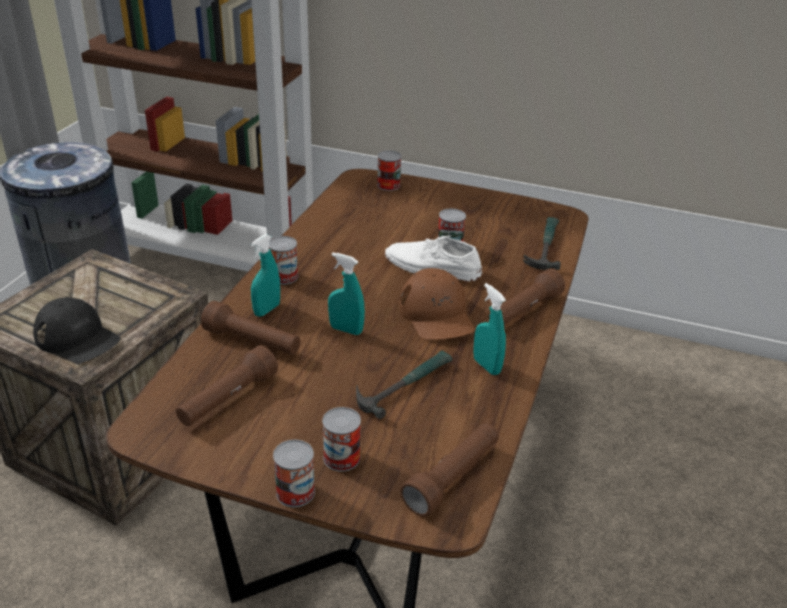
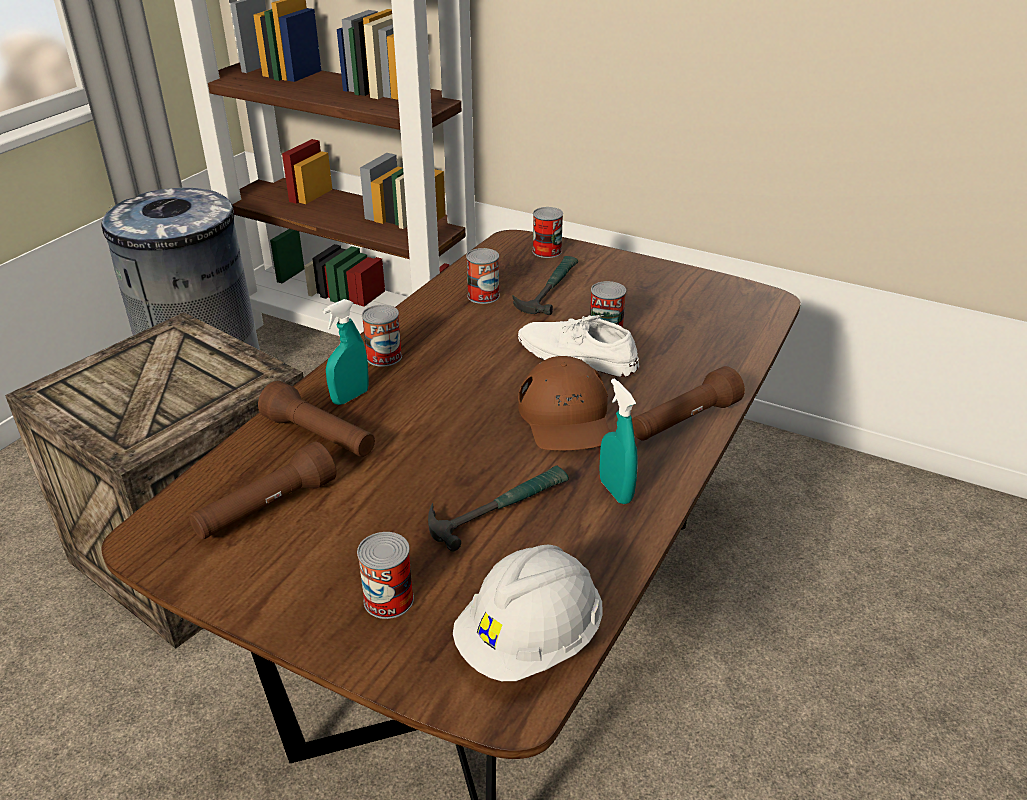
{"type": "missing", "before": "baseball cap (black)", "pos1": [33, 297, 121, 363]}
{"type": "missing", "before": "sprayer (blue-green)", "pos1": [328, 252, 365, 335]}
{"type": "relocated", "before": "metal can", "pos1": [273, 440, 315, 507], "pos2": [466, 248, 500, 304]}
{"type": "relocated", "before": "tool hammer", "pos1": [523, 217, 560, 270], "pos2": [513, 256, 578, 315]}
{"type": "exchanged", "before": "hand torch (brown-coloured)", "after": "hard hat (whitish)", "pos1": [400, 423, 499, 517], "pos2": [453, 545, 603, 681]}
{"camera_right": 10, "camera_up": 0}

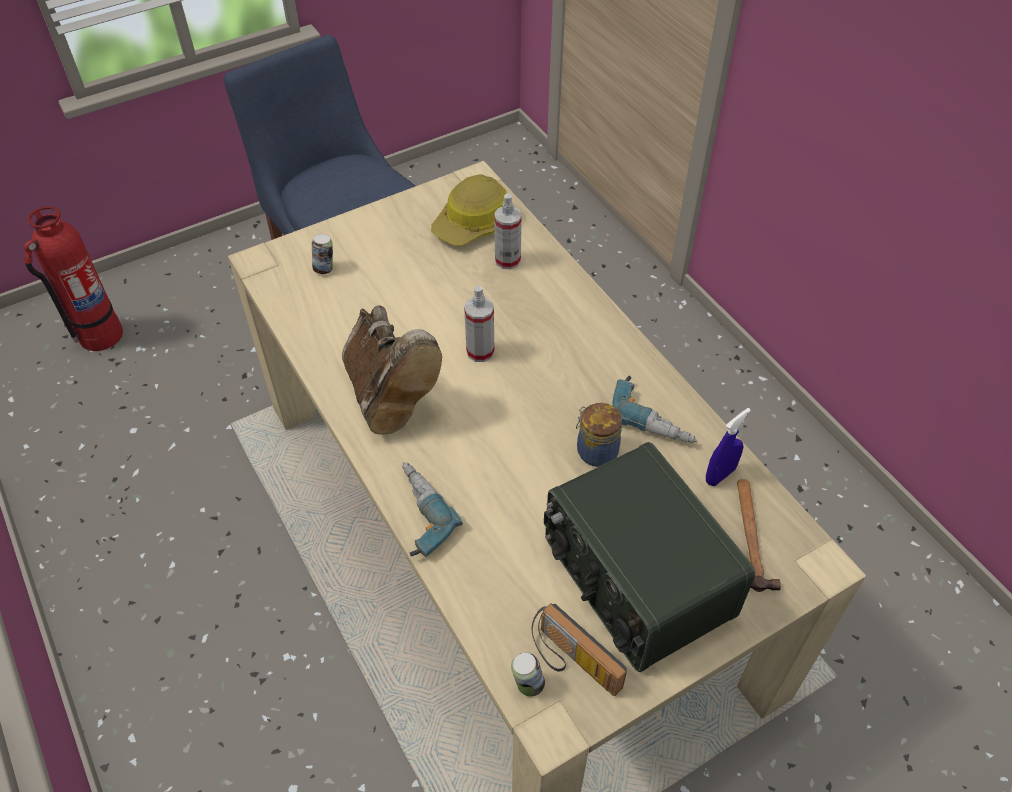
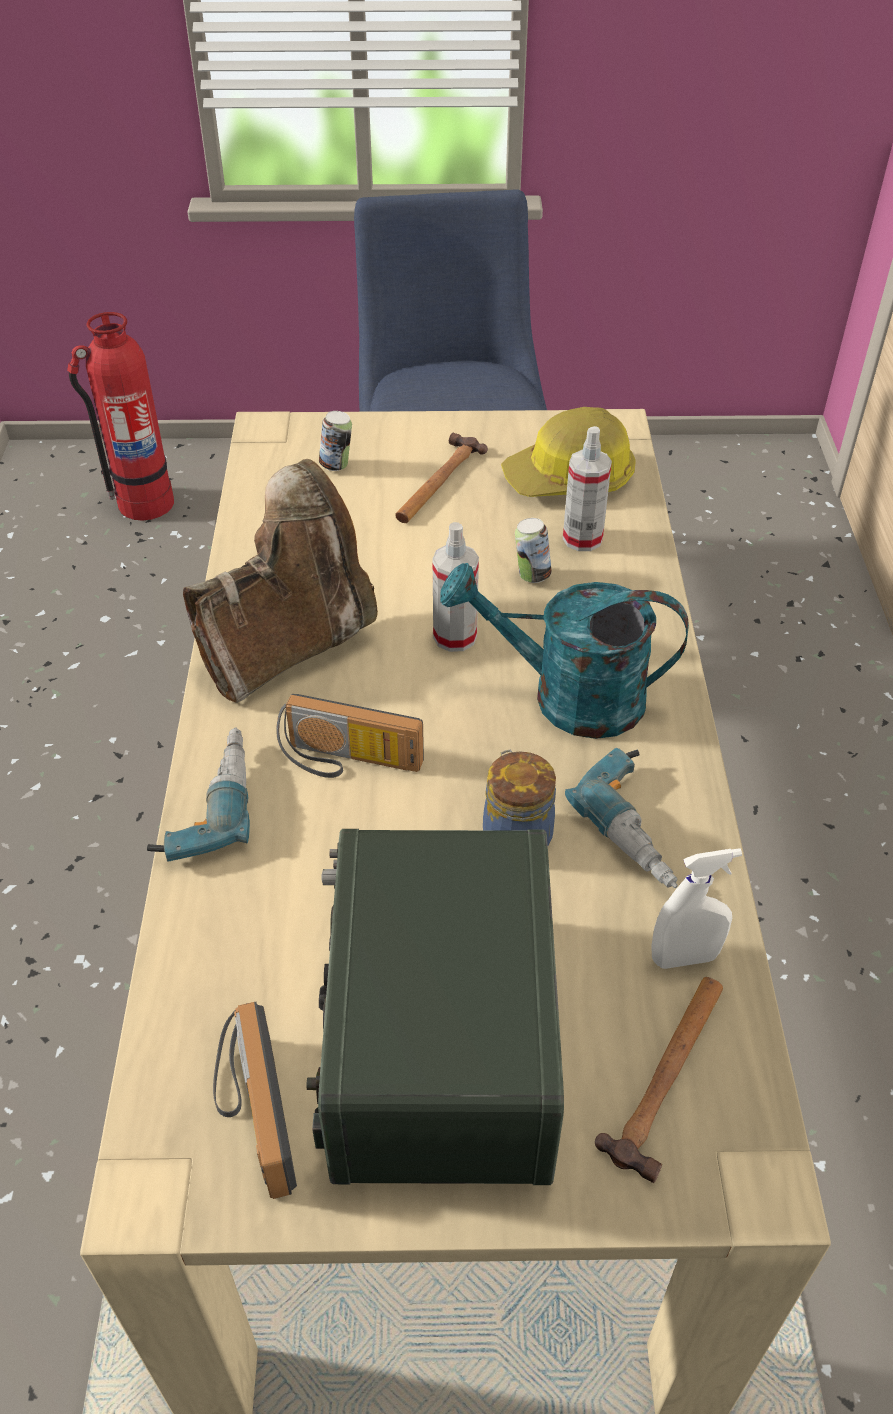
{"type": "appeared", "after": "radio set", "pos2": [276, 694, 424, 778]}
{"type": "appeared", "after": "tool hammer", "pos2": [395, 432, 488, 523]}
{"type": "appeared", "after": "watering pot (blue-green)", "pos2": [440, 563, 689, 739]}
{"type": "relocated", "before": "metal can", "pos1": [511, 652, 545, 697], "pos2": [515, 518, 552, 583]}
{"type": "colour", "before": "sprayer (blue)", "after": "sprayer (whitish)", "pos1": [706, 408, 751, 486], "pos2": [651, 848, 742, 969]}
{"type": "spun", "before": "tall boot (brown-coloured)", "pos1": [342, 305, 442, 435], "pos2": [183, 459, 378, 703], "turn": -135}
{"camera_right": 30, "camera_up": -5}

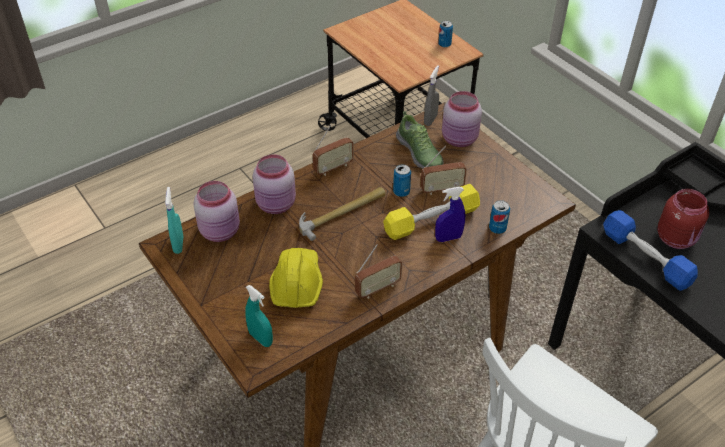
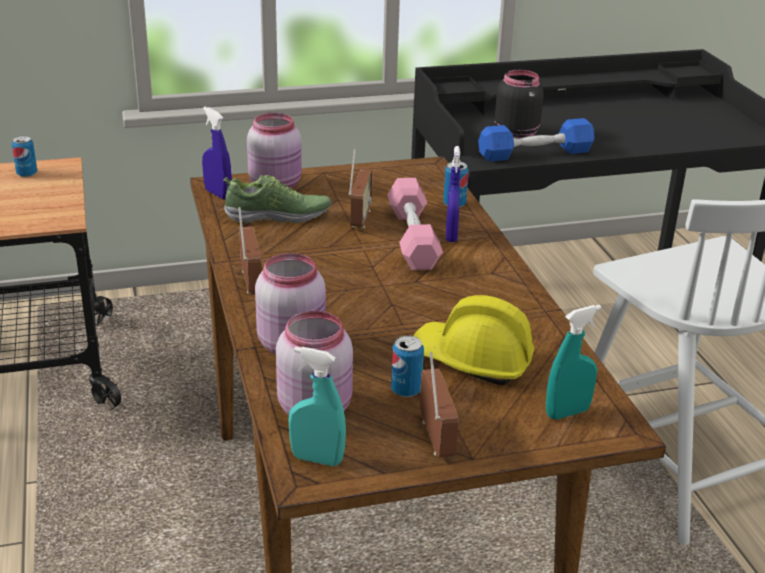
{"type": "missing", "before": "tool hammer", "pos1": [299, 187, 386, 241]}
{"type": "relocated", "before": "radio set", "pos1": [355, 244, 402, 298], "pos2": [420, 352, 458, 457]}
{"type": "relocated", "before": "metal can", "pos1": [393, 164, 411, 197], "pos2": [391, 335, 424, 397]}
{"type": "colour", "before": "dumbbell (yellow-coloured)", "after": "dumbbell (pinkish)", "pos1": [383, 184, 480, 240], "pos2": [387, 178, 443, 270]}
{"type": "colour", "before": "sprayer (gray)", "after": "sprayer (blue)", "pos1": [424, 65, 439, 126], "pos2": [202, 107, 232, 199]}
{"type": "colour", "before": "preserve jar (reddish)", "after": "preserve jar (black)", "pos1": [658, 189, 709, 249], "pos2": [495, 70, 544, 139]}
{"camera_right": -70, "camera_up": -15}

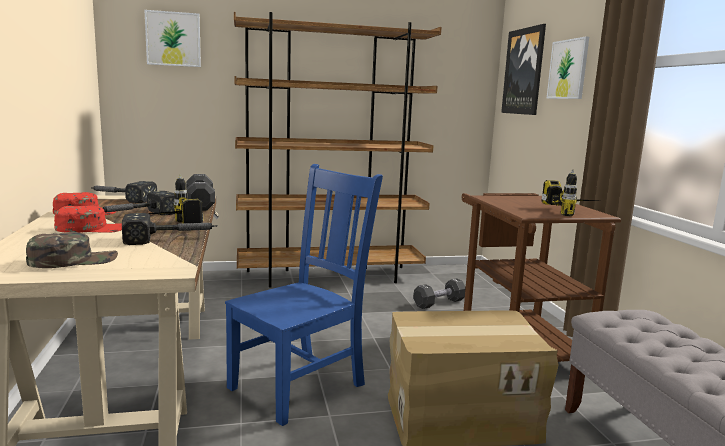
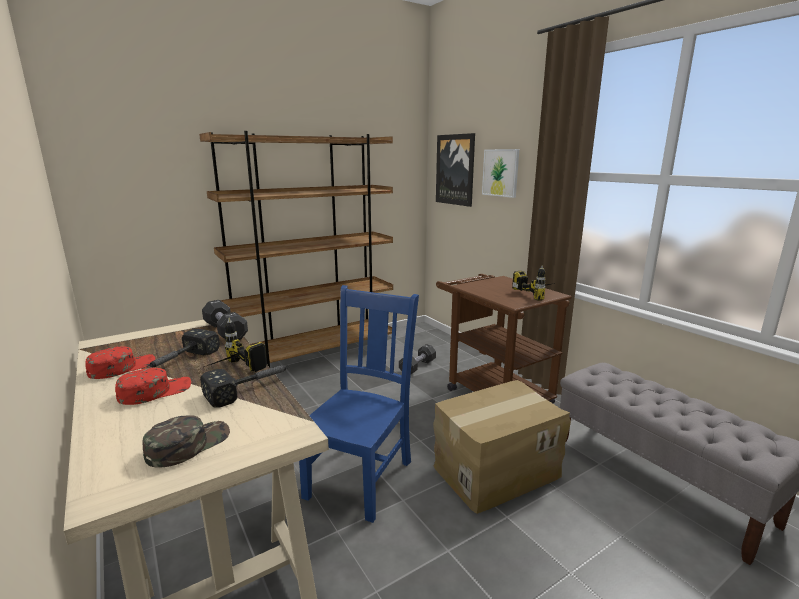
{"type": "missing", "before": "tool hammer", "pos1": [92, 181, 157, 203]}
{"type": "missing", "before": "picture", "pos1": [145, 10, 201, 67]}
{"camera_right": -20, "camera_up": 5}

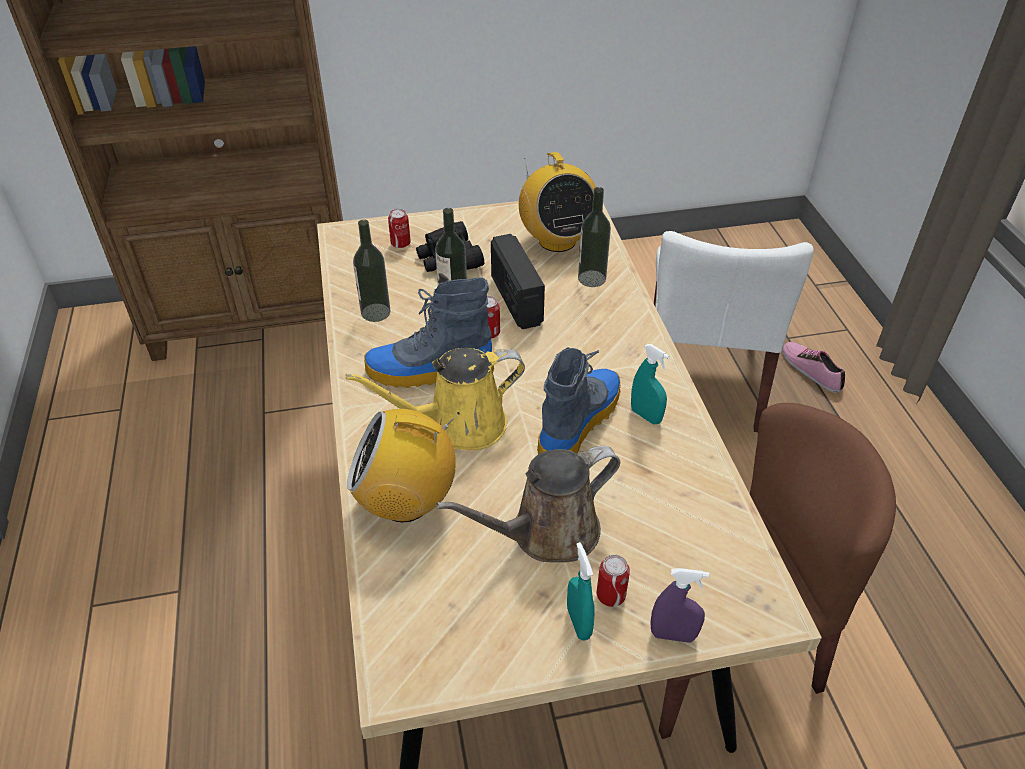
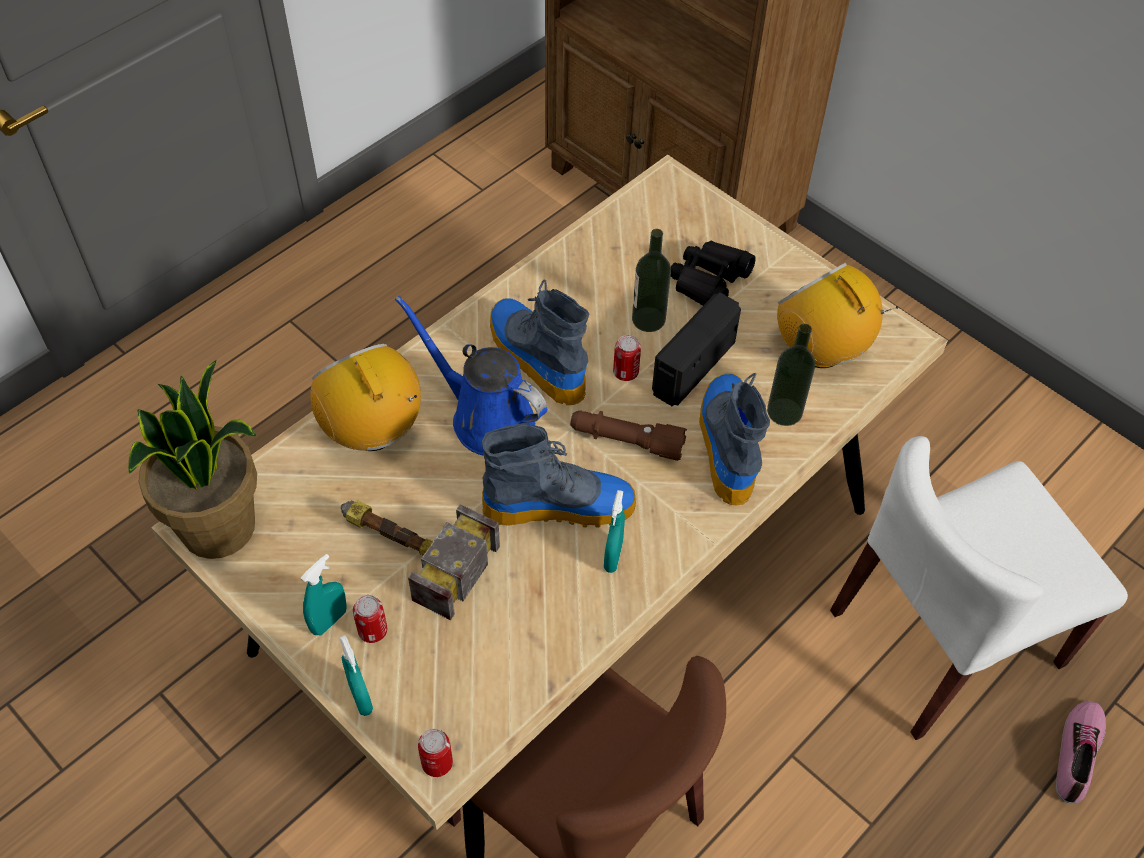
{"type": "missing", "before": "bottle", "pos1": [353, 220, 390, 322]}
{"type": "appeared", "after": "potted plant", "pos2": [129, 360, 257, 559]}
{"type": "appeared", "after": "hand torch (brown-coloured)", "pos2": [570, 411, 687, 461]}
{"type": "appeared", "after": "tall boot", "pos2": [699, 373, 770, 505]}
{"type": "relocated", "before": "metal can", "pos1": [388, 209, 411, 248], "pos2": [418, 729, 453, 777]}
{"type": "exchanged", "before": "watering pot (brown-coloured)", "after": "tool hammer", "pos1": [436, 446, 620, 563], "pos2": [341, 500, 500, 620]}
{"type": "colour", "before": "watering pot (yellow-coloured)", "after": "watering pot (blue)", "pos1": [345, 348, 525, 451], "pos2": [395, 296, 547, 456]}
{"type": "colour", "before": "sprayer (purple-coloured)", "after": "sprayer (blue-green)", "pos1": [650, 568, 709, 642], "pos2": [339, 635, 373, 716]}
{"type": "spun", "before": "radio set", "pos1": [519, 152, 596, 252], "pos2": [777, 263, 898, 368], "turn": 105}
{"camera_right": 55, "camera_up": 10}

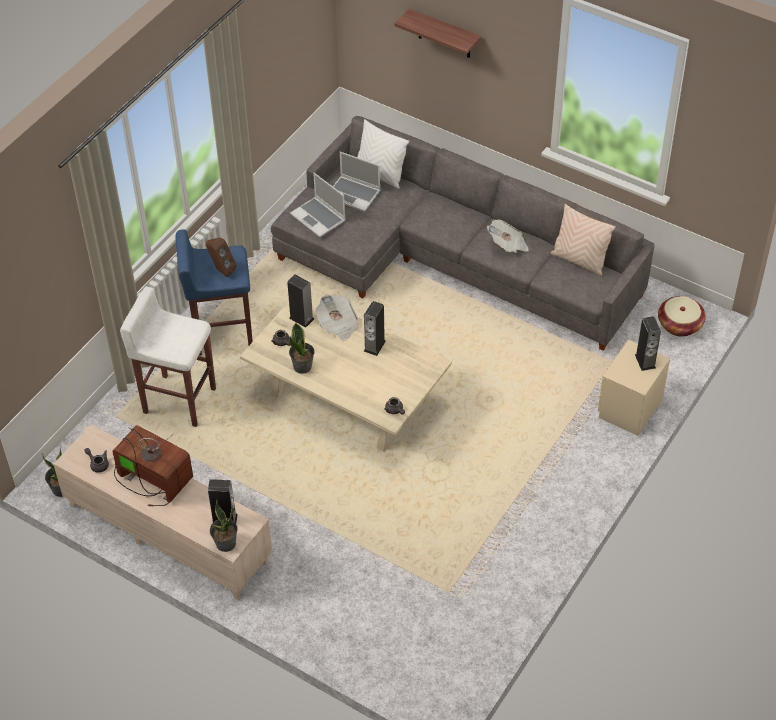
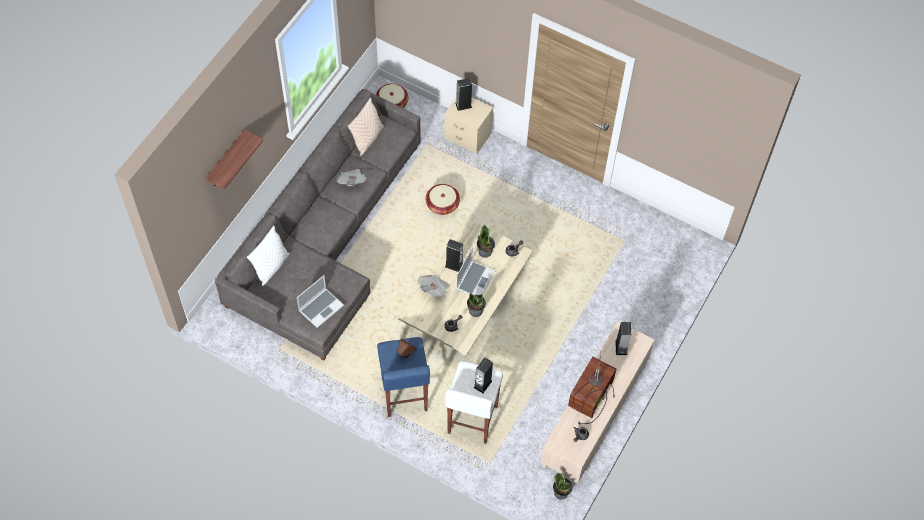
{"type": "appeared", "after": "storage basket", "pos2": [426, 184, 460, 215]}
{"type": "relocated", "before": "potted plant", "pos1": [210, 500, 238, 552], "pos2": [477, 225, 495, 258]}
{"type": "relocated", "before": "audio speaker", "pos1": [287, 274, 314, 328], "pos2": [474, 357, 493, 393]}
{"type": "relocated", "before": "laptop", "pos1": [333, 152, 380, 212], "pos2": [456, 247, 495, 295]}
{"camera_right": -95, "camera_up": 10}

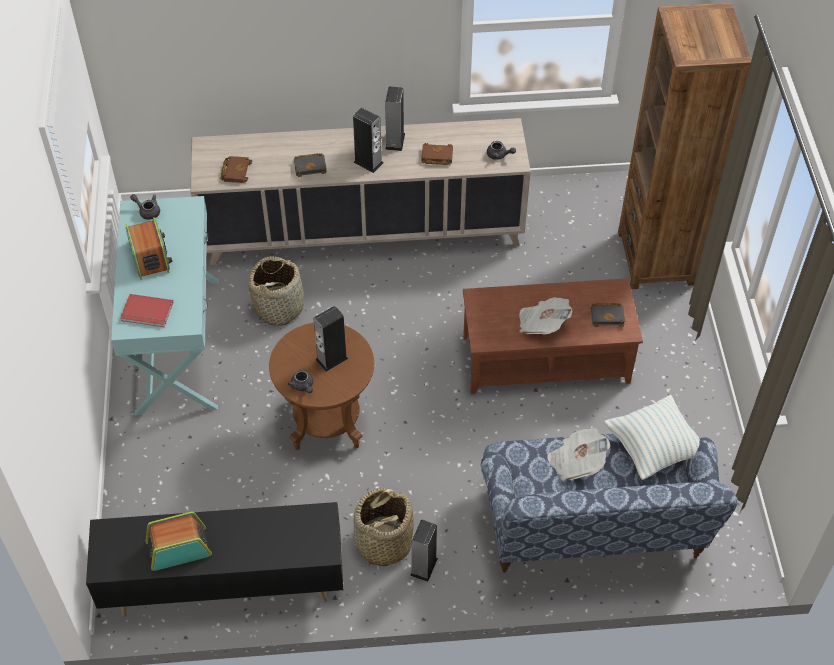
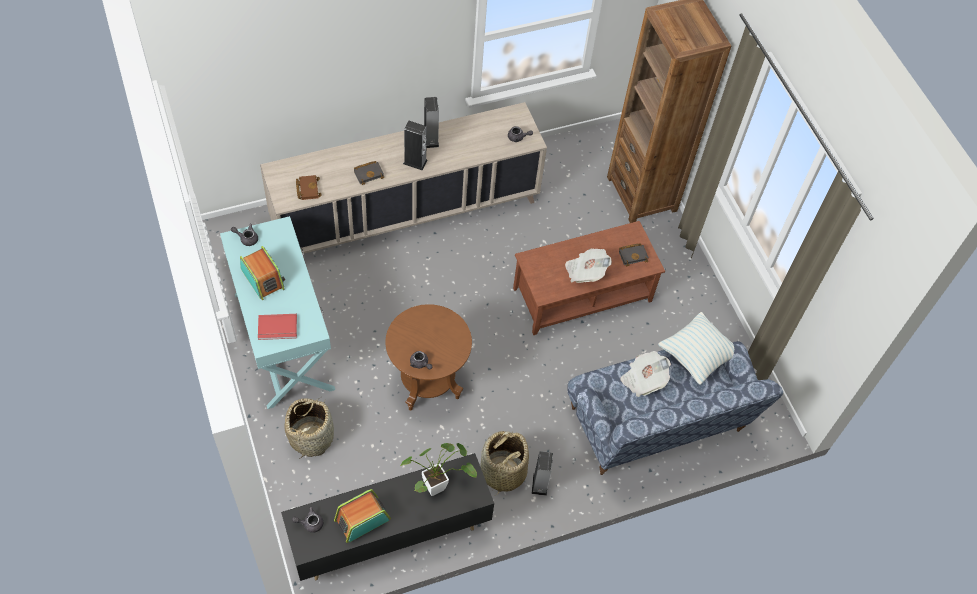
{"type": "missing", "before": "audio speaker", "pos1": [313, 306, 349, 372]}
{"type": "missing", "before": "volume (brown-coloured)", "pos1": [421, 143, 453, 165]}
{"type": "appeared", "after": "tea pot (gray)", "pos2": [292, 507, 323, 533]}
{"type": "appeared", "after": "potted plant", "pos2": [400, 443, 477, 496]}
{"type": "relocated", "before": "storage basket", "pos1": [248, 256, 304, 326], "pos2": [284, 396, 334, 459]}
{"camera_right": -20, "camera_up": 5}

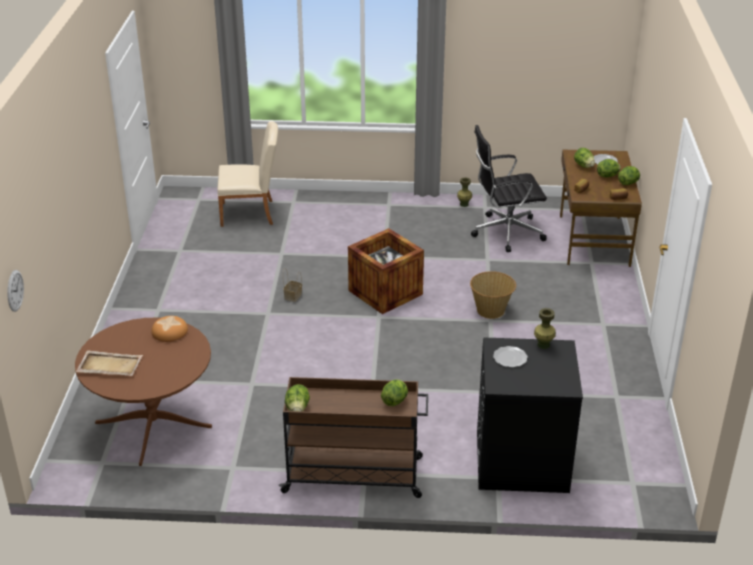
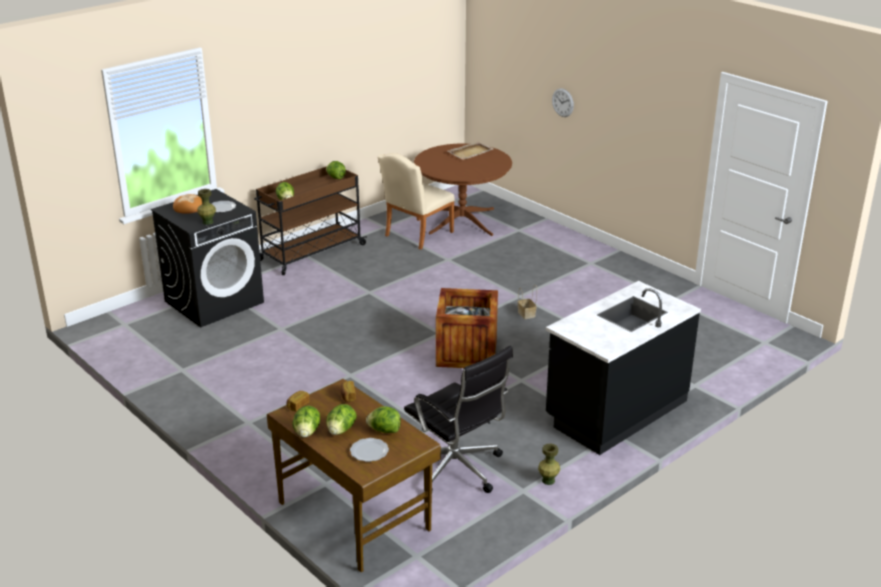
{"type": "missing", "before": "storage basket", "pos1": [470, 271, 516, 319]}
{"type": "appeared", "after": "kitchen counter (black)", "pos2": [546, 281, 701, 455]}
{"type": "relocated", "before": "hanging clock", "pos1": [7, 270, 24, 312], "pos2": [552, 88, 574, 117]}
{"type": "relocated", "before": "bakery bread", "pos1": [151, 316, 188, 342], "pos2": [173, 194, 202, 214]}
{"type": "relocated", "before": "upright chair (sand-coloured)", "pos1": [217, 121, 278, 227], "pos2": [377, 153, 455, 250]}
{"type": "spun", "before": "desk chair (black)", "pos1": [471, 125, 547, 252], "pos2": [404, 346, 513, 493], "turn": 105}
{"camera_right": 135, "camera_up": -5}

